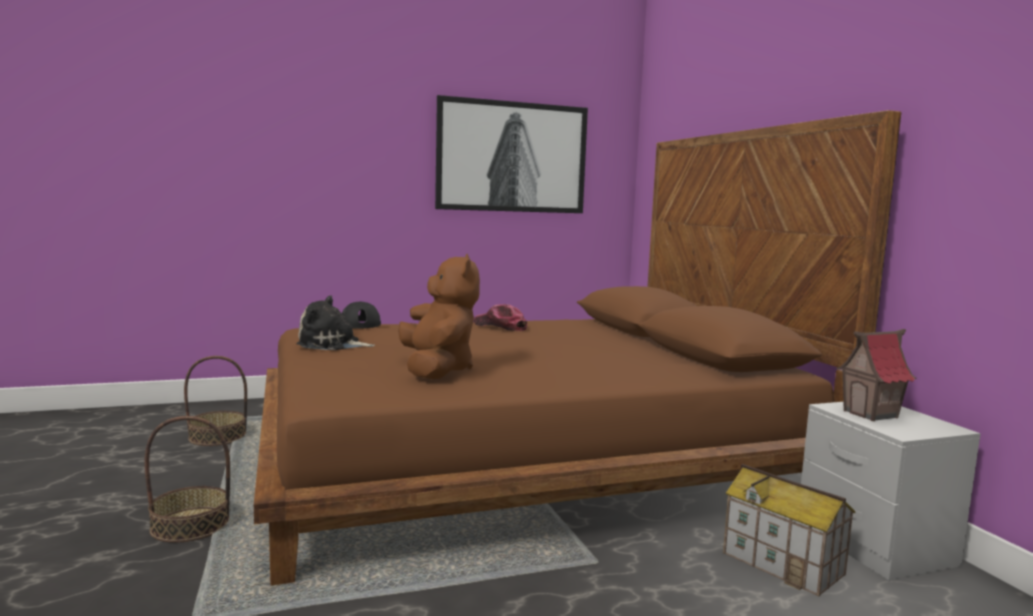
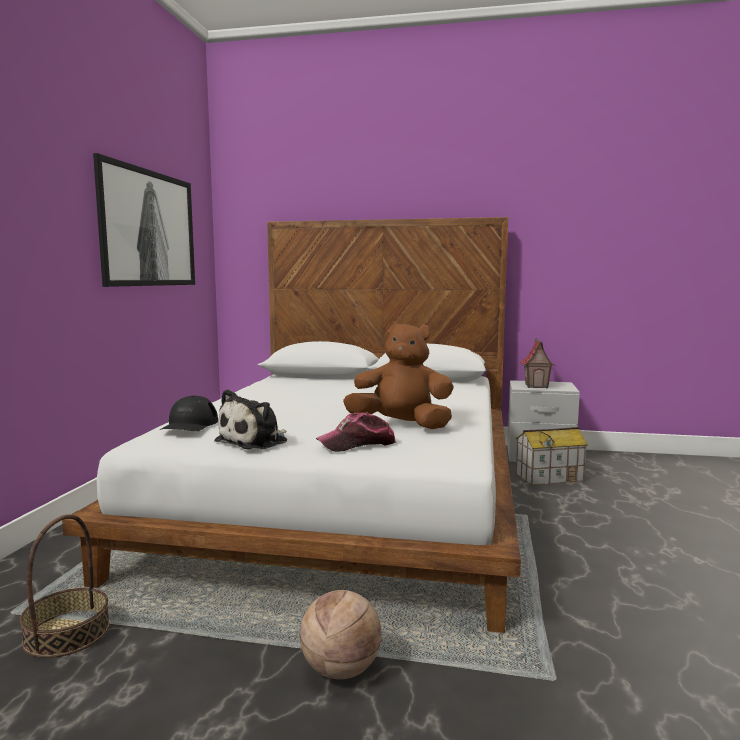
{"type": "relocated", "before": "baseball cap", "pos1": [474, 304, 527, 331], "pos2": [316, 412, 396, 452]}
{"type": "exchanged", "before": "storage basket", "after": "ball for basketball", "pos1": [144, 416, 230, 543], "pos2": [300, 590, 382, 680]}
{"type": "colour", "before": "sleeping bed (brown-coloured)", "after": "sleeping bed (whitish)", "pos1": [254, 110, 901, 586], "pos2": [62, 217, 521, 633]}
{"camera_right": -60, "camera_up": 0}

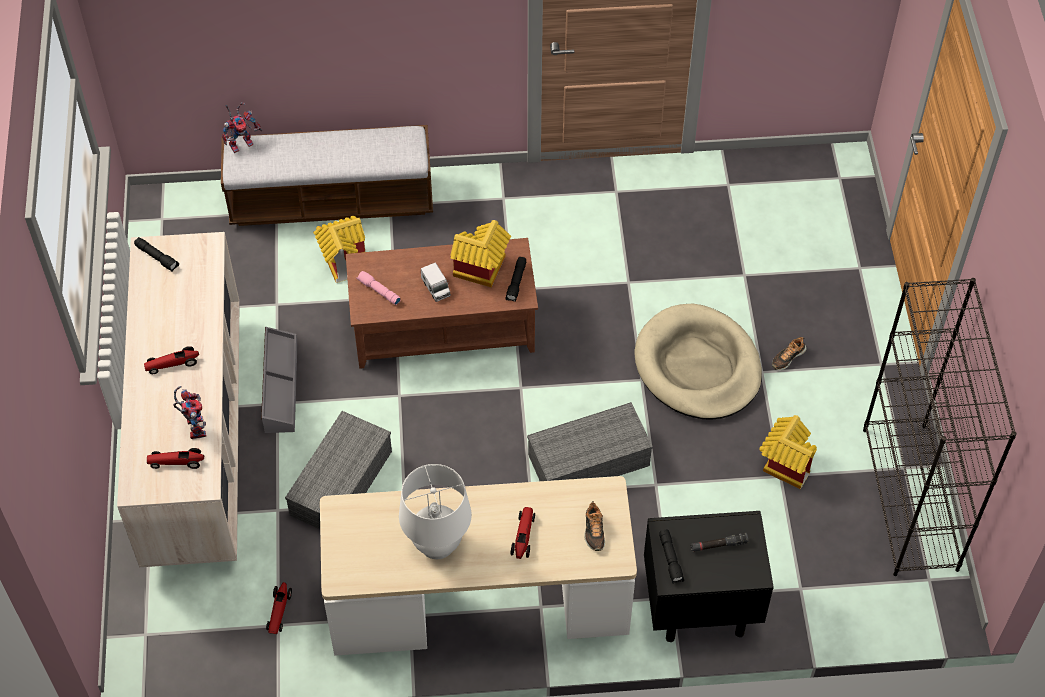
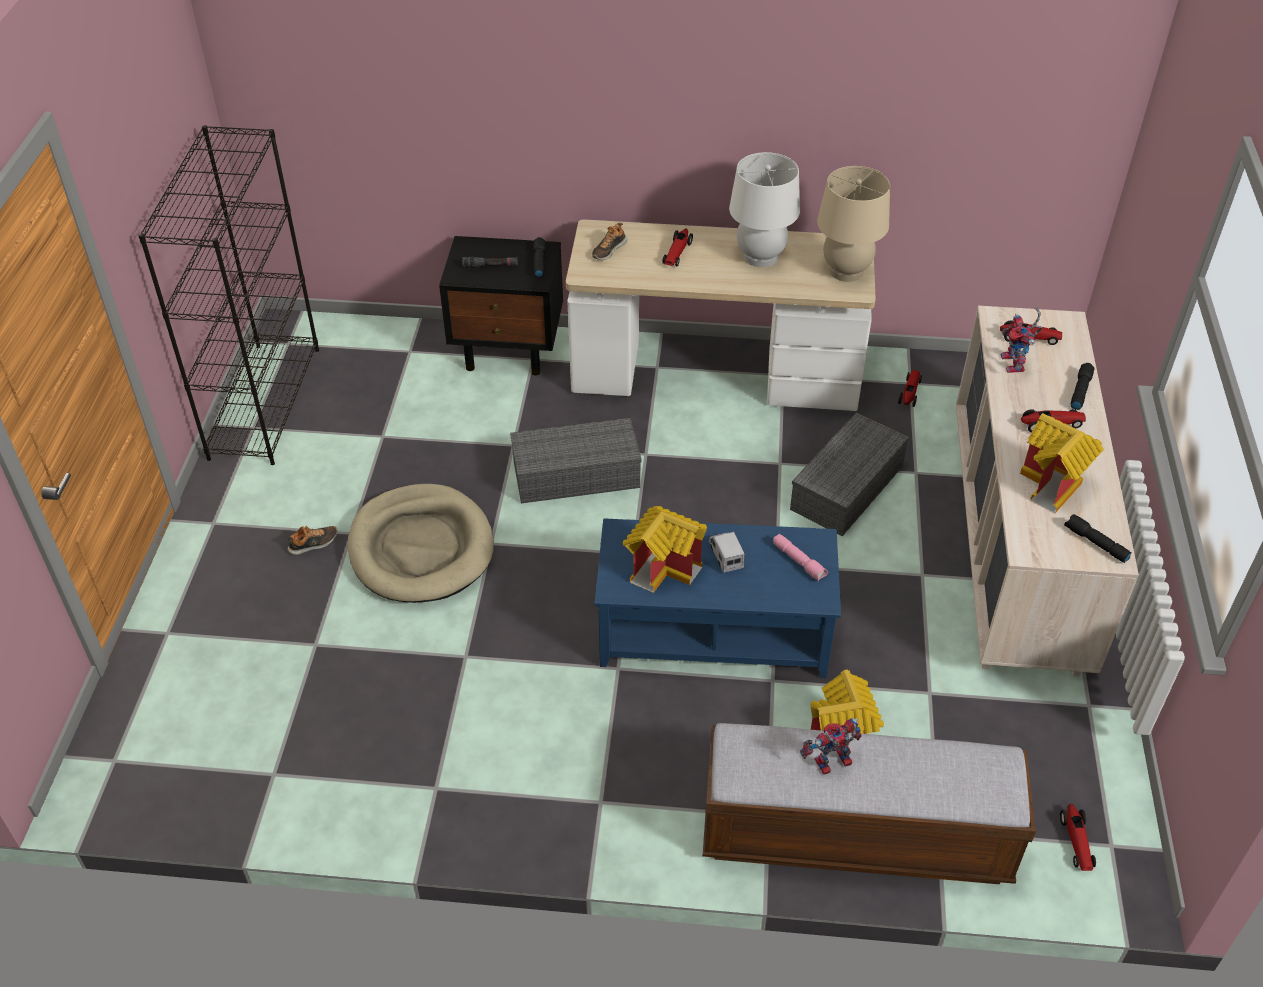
{"type": "missing", "before": "storage box (gray)", "pos1": [261, 327, 298, 433]}
{"type": "appeared", "after": "lamp for a table (sand-coloured)", "pos2": [817, 166, 890, 282]}
{"type": "appeared", "after": "model car", "pos2": [1060, 804, 1096, 871]}
{"type": "relocated", "before": "toy robot", "pos1": [222, 102, 262, 153], "pos2": [800, 718, 862, 774]}
{"type": "relocated", "before": "hand torch (black)", "pos1": [505, 257, 526, 302], "pos2": [1071, 363, 1095, 410]}
{"type": "relocated", "before": "toy house", "pos1": [760, 415, 817, 489], "pos2": [1020, 413, 1104, 513]}
{"type": "colour", "before": "low table (brown-coloured)", "after": "low table (blue)", "pos1": [346, 238, 538, 369], "pos2": [594, 518, 841, 678]}
{"type": "spun", "before": "low shoe", "pos1": [584, 501, 605, 551], "pos2": [592, 223, 627, 260], "turn": -150}
{"camera_right": -170, "camera_up": -10}

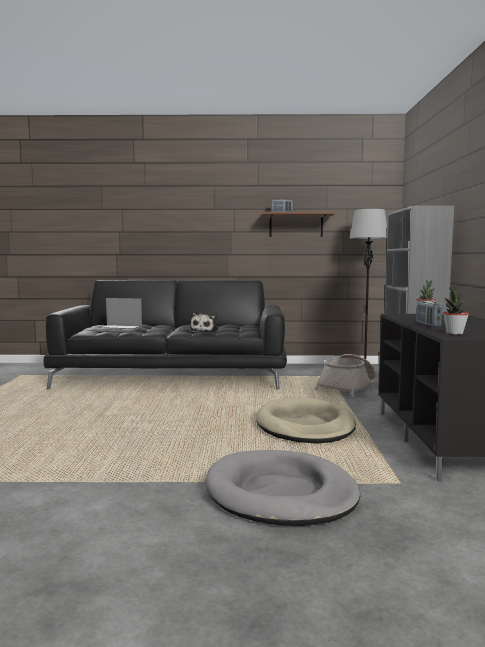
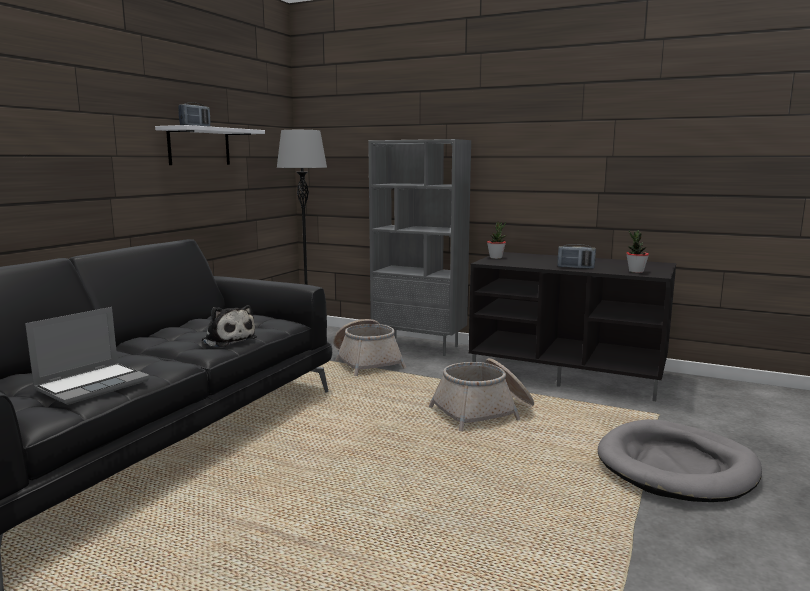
{"type": "exchanged", "before": "pet bed (sand-coloured)", "after": "storage basket", "pos1": [256, 397, 356, 443], "pos2": [429, 358, 534, 431]}
{"type": "colour", "before": "shelf (brown-coloured)", "after": "shelf (whitish)", "pos1": [261, 212, 336, 237], "pos2": [155, 125, 265, 165]}
{"camera_right": -65, "camera_up": 5}

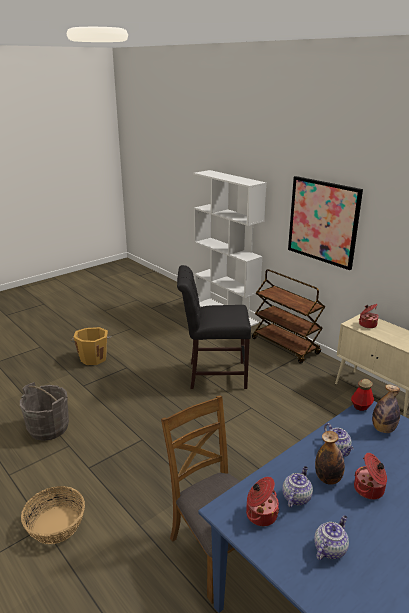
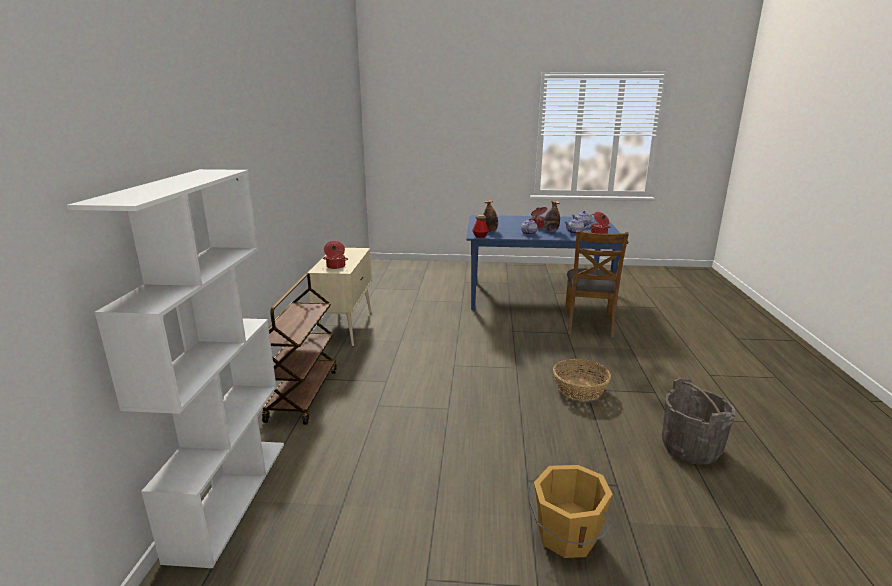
{"type": "missing", "before": "upright chair (black)", "pos1": [177, 265, 251, 389]}
{"type": "missing", "before": "picture", "pos1": [288, 176, 363, 270]}
{"type": "relocated", "before": "storage basket", "pos1": [21, 486, 85, 544], "pos2": [553, 359, 611, 401]}
{"camera_right": -135, "camera_up": -5}

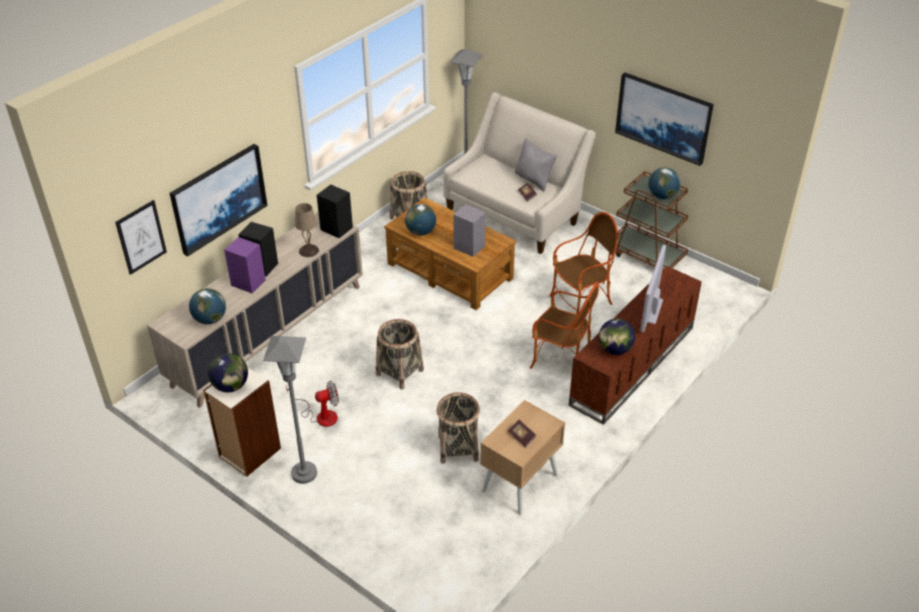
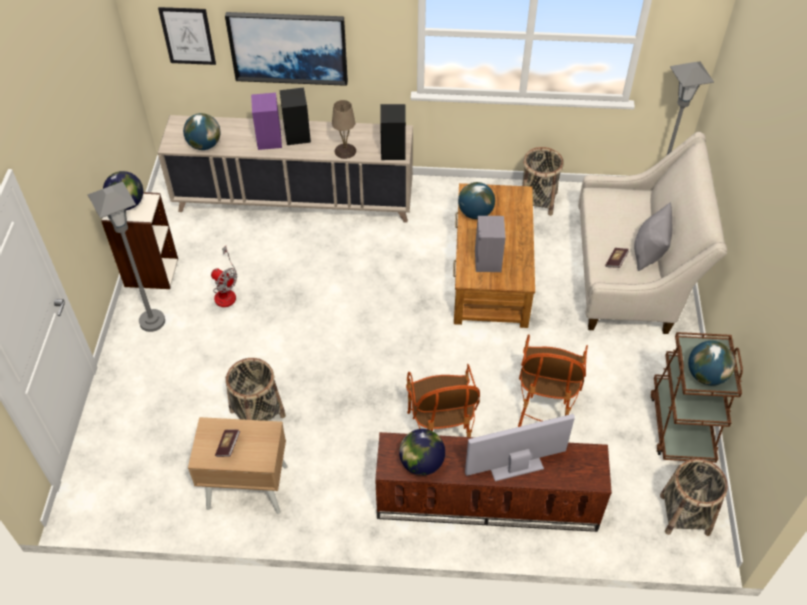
{"type": "missing", "before": "picture", "pos1": [615, 73, 714, 166]}
{"type": "relocated", "before": "storage basket", "pos1": [376, 319, 424, 389], "pos2": [660, 459, 728, 536]}
{"type": "spun", "before": "easy chair", "pos1": [550, 212, 618, 314], "pos2": [518, 334, 588, 427], "turn": 75}
{"camera_right": 55, "camera_up": 10}

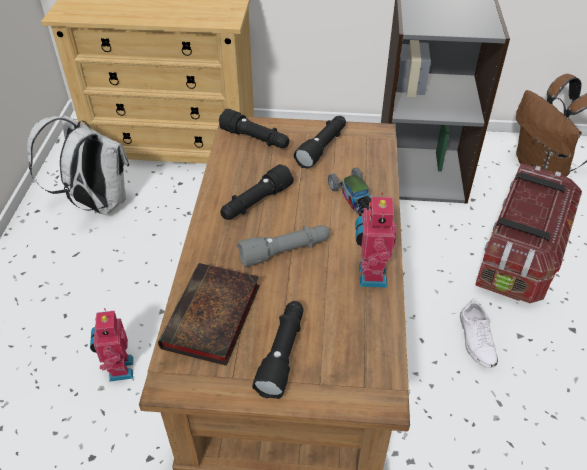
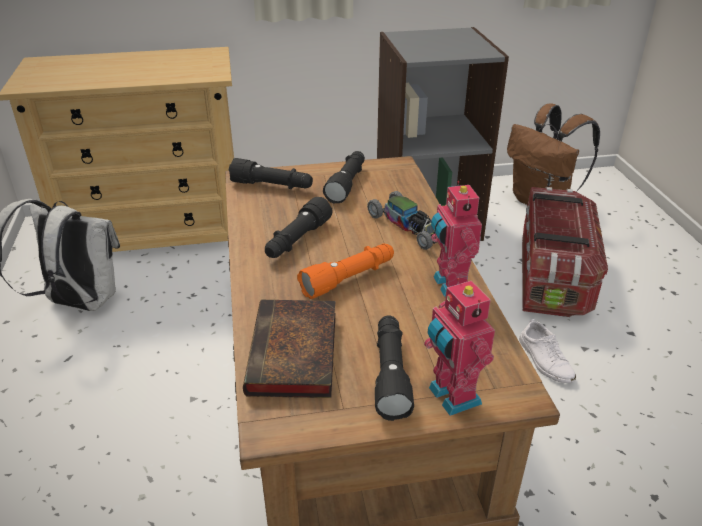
{"type": "relocated", "before": "toy robot", "pos1": [90, 308, 133, 382], "pos2": [424, 278, 495, 416]}
{"type": "colour", "before": "hand torch (gray)", "after": "hand torch (orange)", "pos1": [237, 225, 330, 267], "pos2": [297, 244, 394, 299]}
{"camera_right": -15, "camera_up": -10}

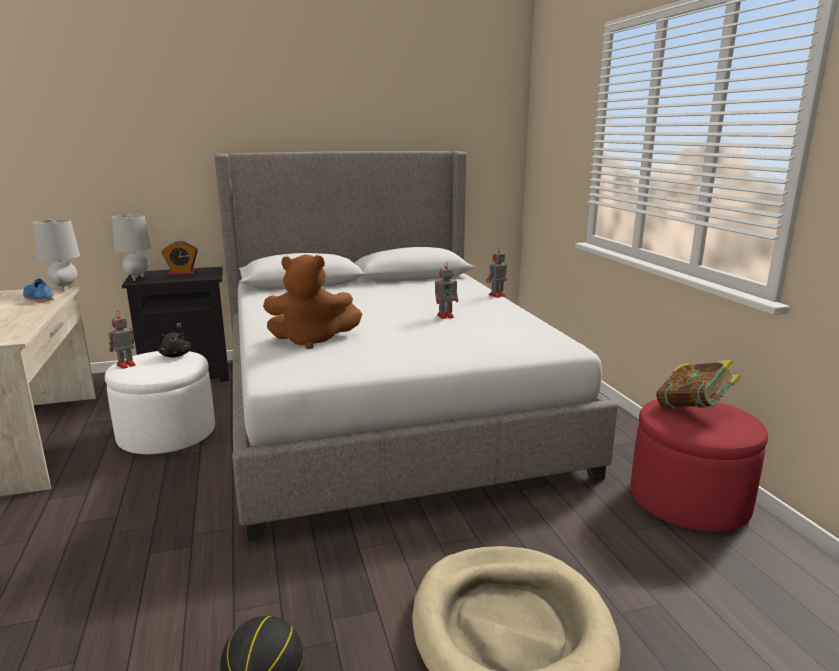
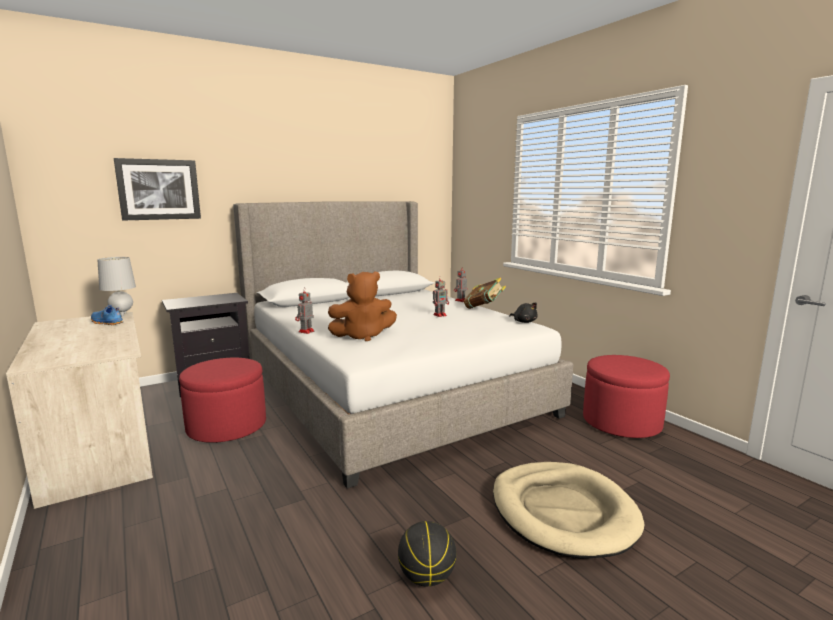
{"type": "missing", "before": "lamp for a table (gray)", "pos1": [112, 215, 151, 281]}
{"type": "missing", "before": "alarm clock", "pos1": [162, 241, 198, 275]}
{"type": "appeared", "after": "picture", "pos2": [114, 158, 201, 221]}
{"type": "relocated", "before": "toy robot", "pos1": [108, 311, 136, 369], "pos2": [295, 288, 315, 334]}
{"type": "relocated", "before": "soft toy (black)", "pos1": [158, 332, 191, 357], "pos2": [509, 302, 538, 323]}
{"type": "relocated", "before": "volume", "pos1": [656, 360, 741, 408], "pos2": [464, 278, 506, 309]}
{"type": "colour", "before": "pouffe (whitish)", "after": "pouffe (reddish)", "pos1": [105, 351, 215, 454], "pos2": [179, 358, 266, 443]}
{"camera_right": -15, "camera_up": -5}

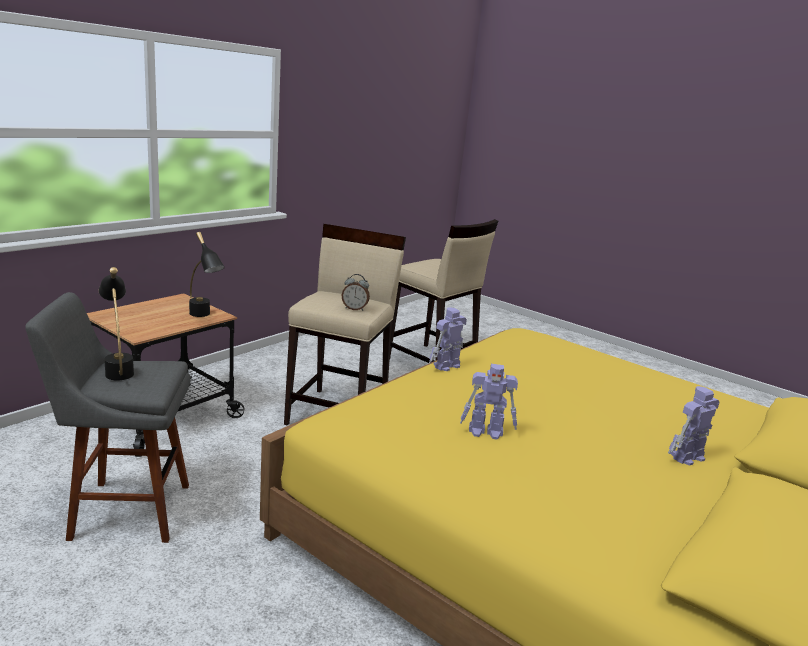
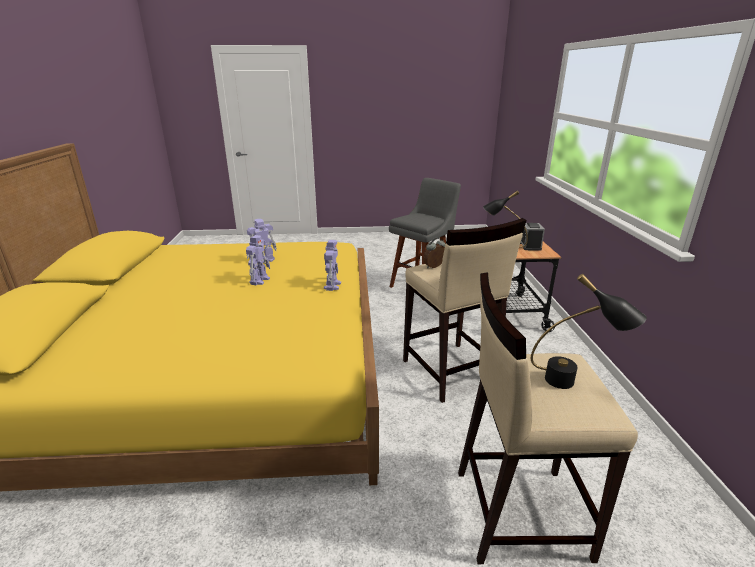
{"type": "appeared", "after": "alarm clock", "pos2": [520, 223, 545, 251]}
{"type": "relocated", "before": "lamp for a table (black)", "pos1": [99, 267, 134, 380], "pos2": [531, 274, 647, 389]}
{"type": "relocated", "before": "toy robot", "pos1": [668, 386, 719, 466], "pos2": [246, 235, 270, 285]}
{"camera_right": 140, "camera_up": 5}

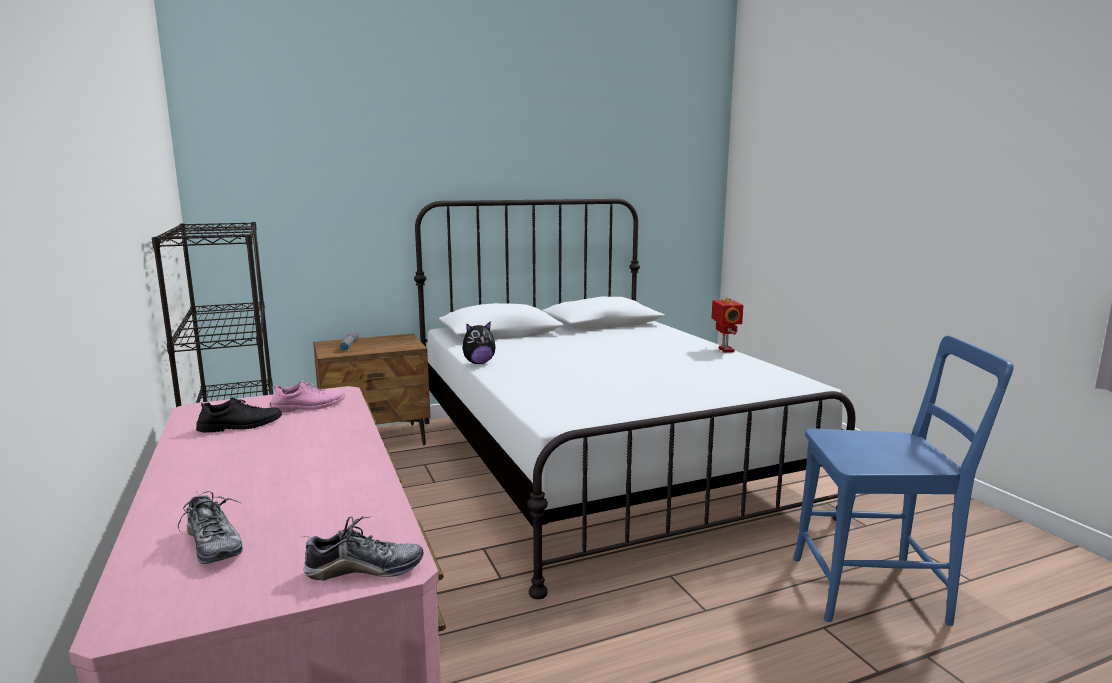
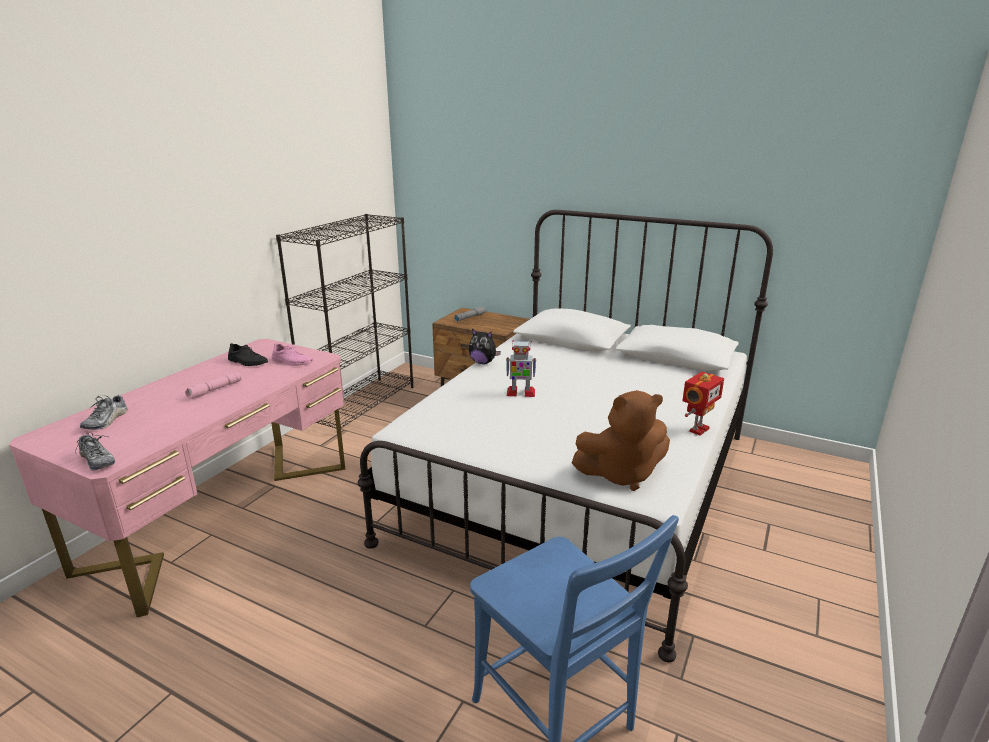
{"type": "appeared", "after": "hand torch (pinkish)", "pos2": [185, 372, 242, 399]}
{"type": "appeared", "after": "toy robot", "pos2": [506, 340, 536, 397]}
{"type": "appeared", "after": "soft toy (brown-coloured)", "pos2": [572, 390, 670, 491]}
{"camera_right": 50, "camera_up": 10}

